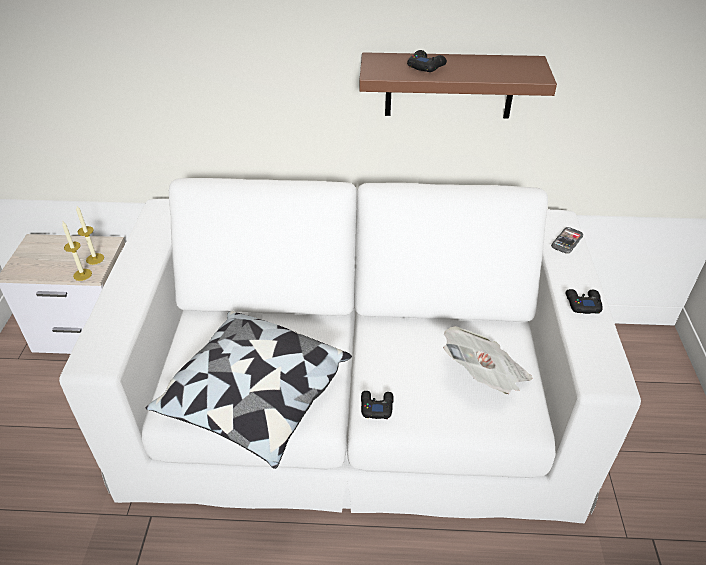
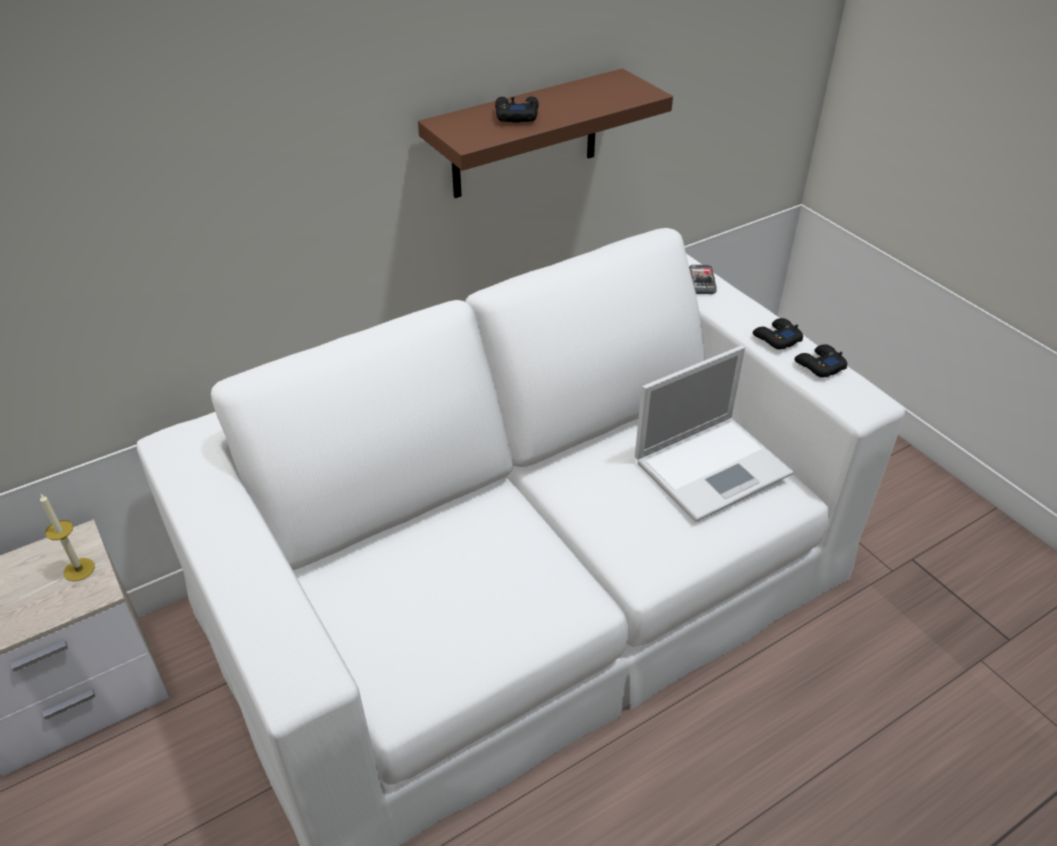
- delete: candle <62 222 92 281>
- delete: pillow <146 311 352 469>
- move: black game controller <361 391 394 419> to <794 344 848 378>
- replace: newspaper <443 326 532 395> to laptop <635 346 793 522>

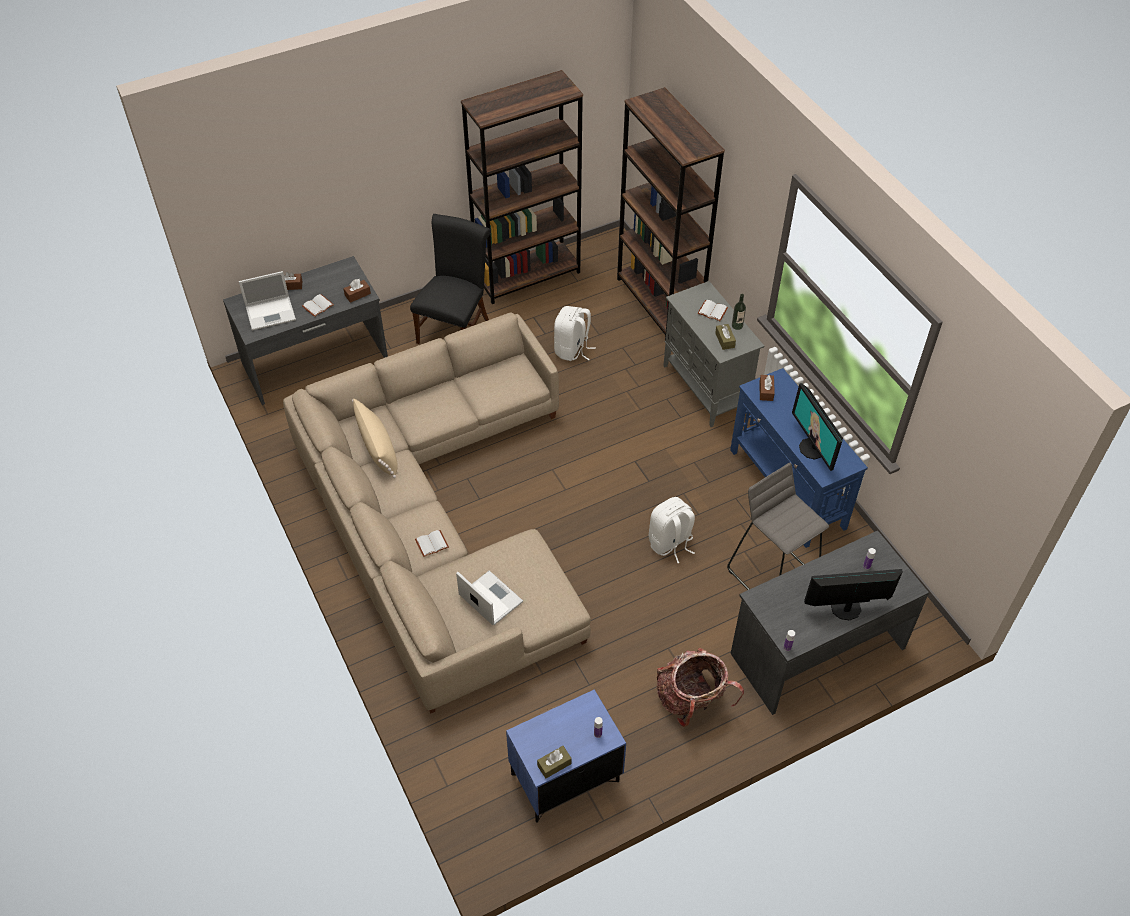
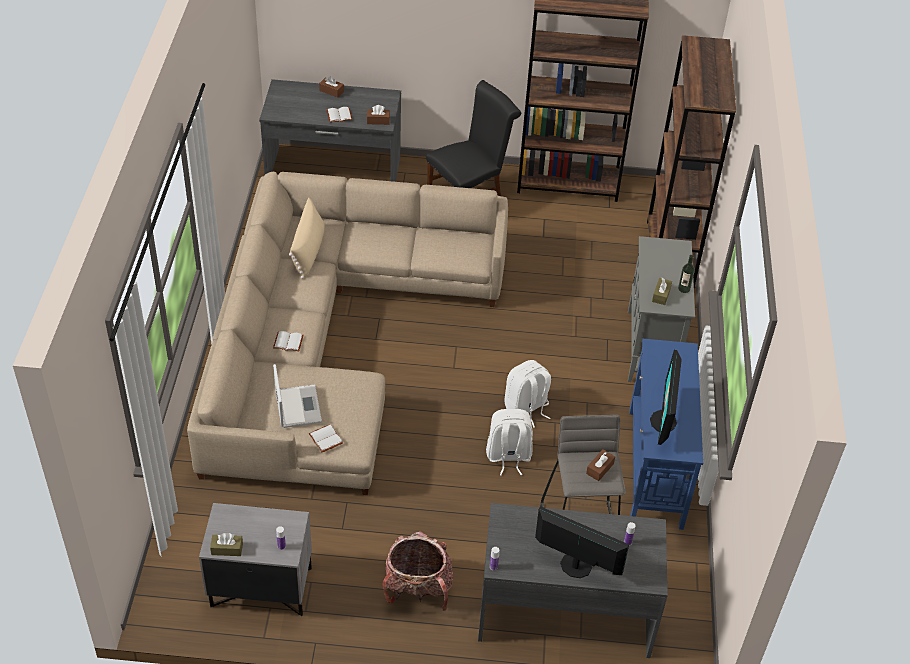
- delete: laptop <239 271 296 330>
- recolor: blue nightstand <506 689 626 823> to grey nightstand <199 503 312 616>
- move: white backpack <554 306 596 361> to <504 360 551 428>
- move: white book <697 300 728 321> to <309 424 343 452>
- move: brown tissue box <759 375 775 401> to <586 449 615 481>

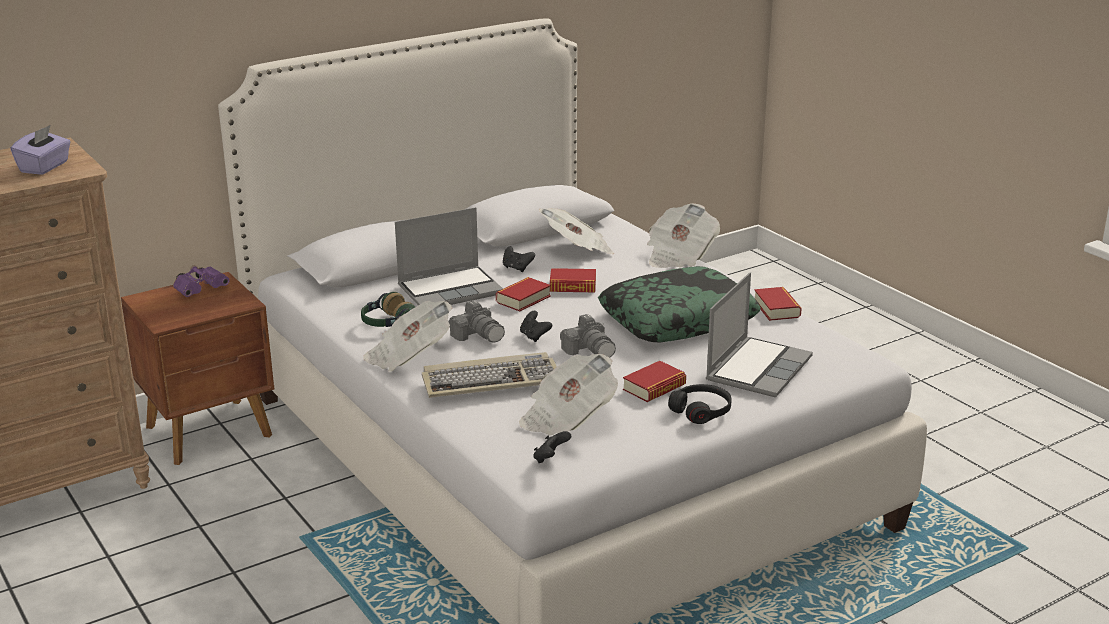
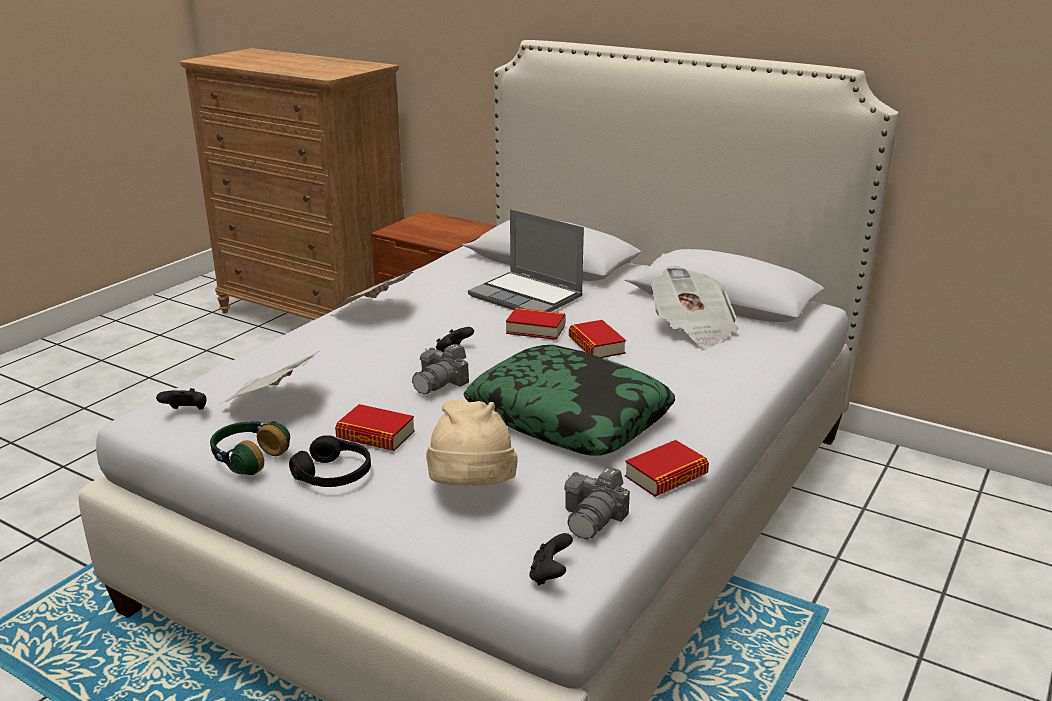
- delete: purple tissue box <10 125 71 175>
- delete: purple binoculars <173 265 230 297>
- move: headphones <361 292 415 327> to <210 421 290 475>
- delete: keyboard <422 352 557 398>
- move: photo camera <448 300 505 343> to <564 467 630 539>
- move: black game controller <503 246 535 272> to <529 533 573 585>
- delete: newspaper <647 203 720 268>
- replace: laptop <706 272 813 397> to beige hat <426 400 518 486>

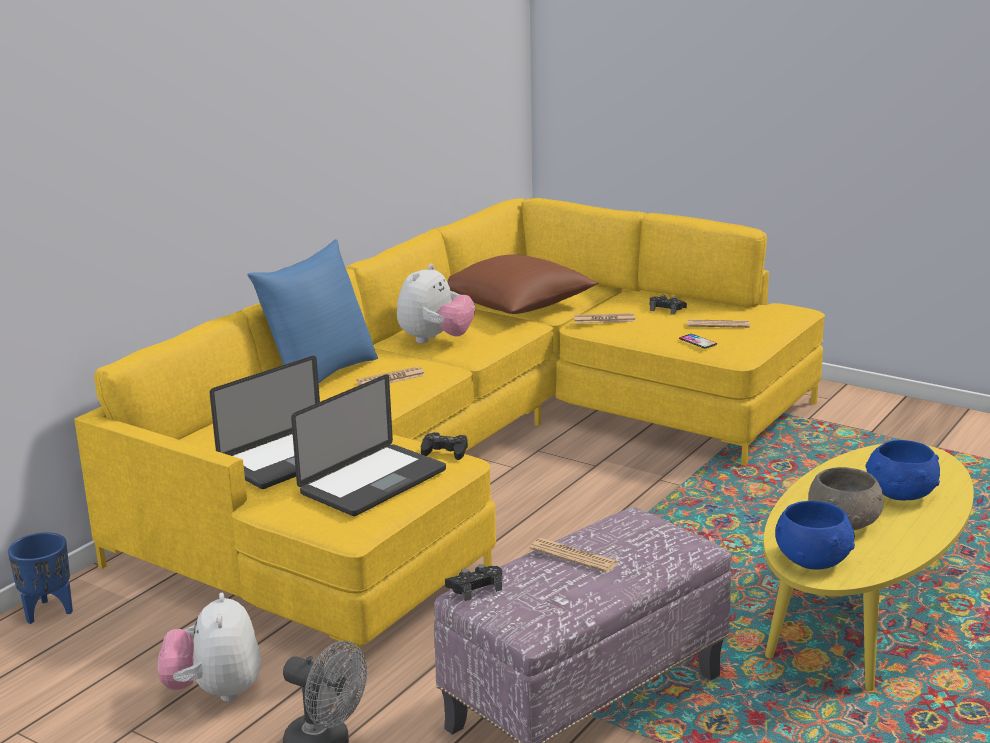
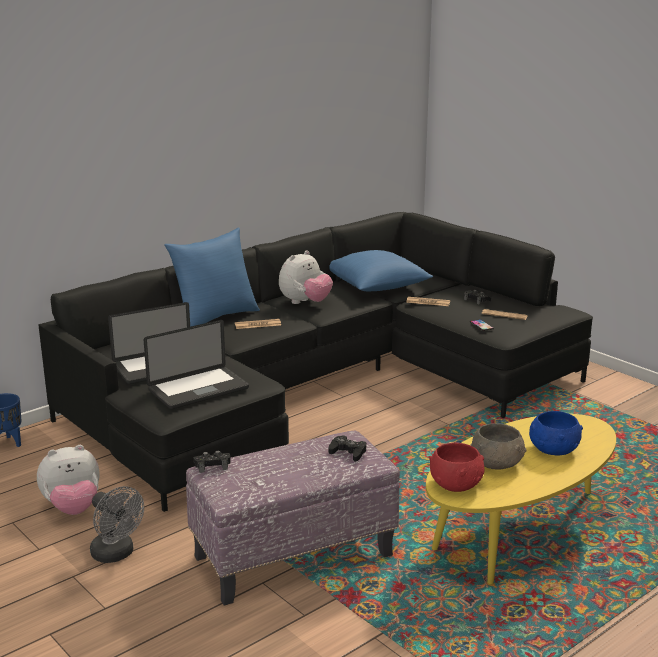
- recolor: yellow sofa <74 198 825 666> to black sofa <38 212 593 512>
- rotate: plush toy <158 593 261 702> = <37 445 99 515> 120 degrees counterclockwise
- move: black game controller <421 432 468 460> to <329 435 366 462>
- recolor: brown pillow <448 255 599 314> to blue pillow <329 250 433 291>
- delete: newspaper <530 538 619 573>
- recolor: blue bowl <775 501 855 570> to red bowl <429 443 485 492>

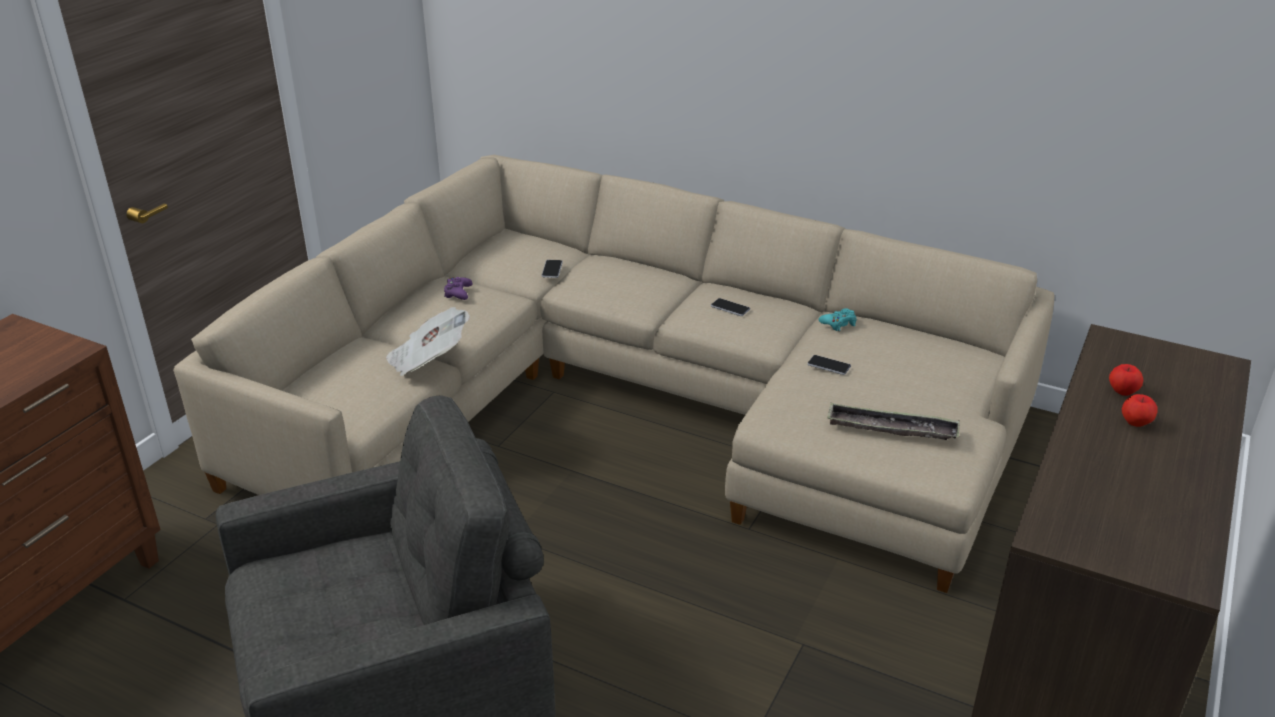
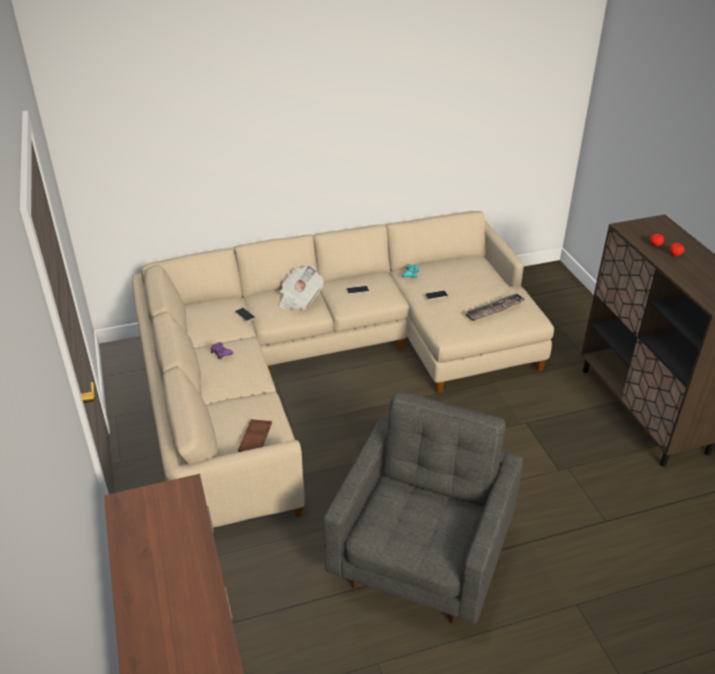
- move: newspaper <386 307 470 376> to <279 266 324 310>
- insert: brown tray <238 419 272 452>

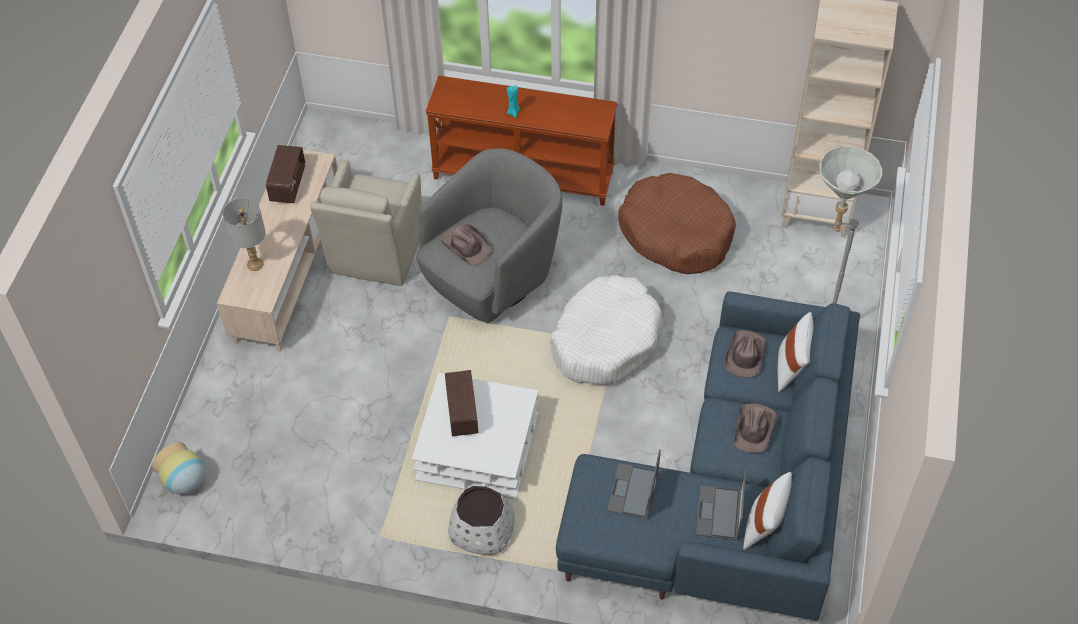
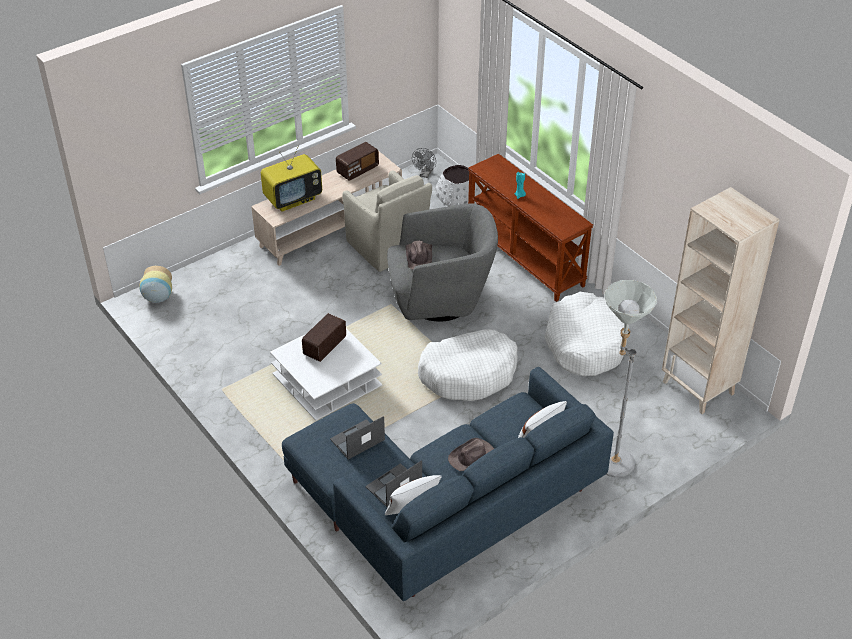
- replace: grey table lamp <223 198 266 271> to television <261 145 322 212>
- rotate: beige armchair <310 160 422 286> = <342 171 432 272> 90 degrees counterclockwise
- move: white planter <448 486 515 555> to <436 165 480 206>
- recolor: brown dog bed <618 173 736 274> to white dog bed <544 292 629 377>
- delete: brown hat <724 330 766 378>
- insert: grey fan <412 148 436 178>

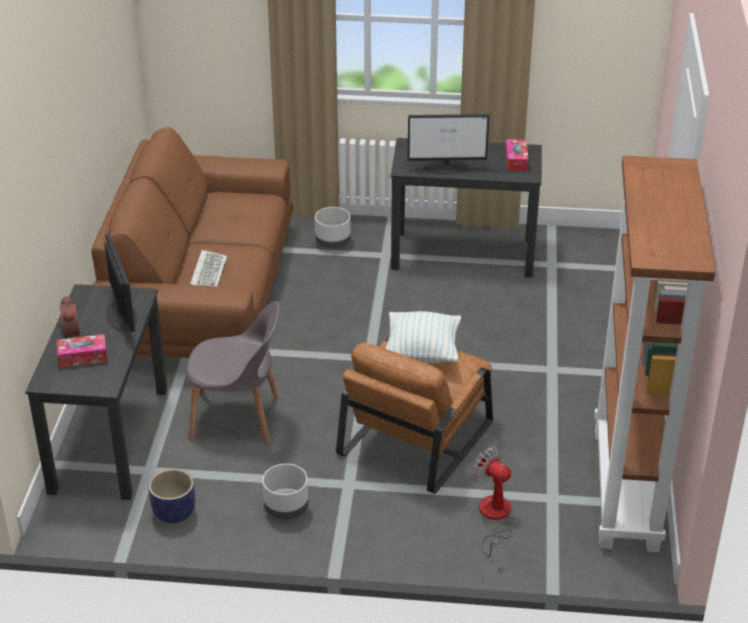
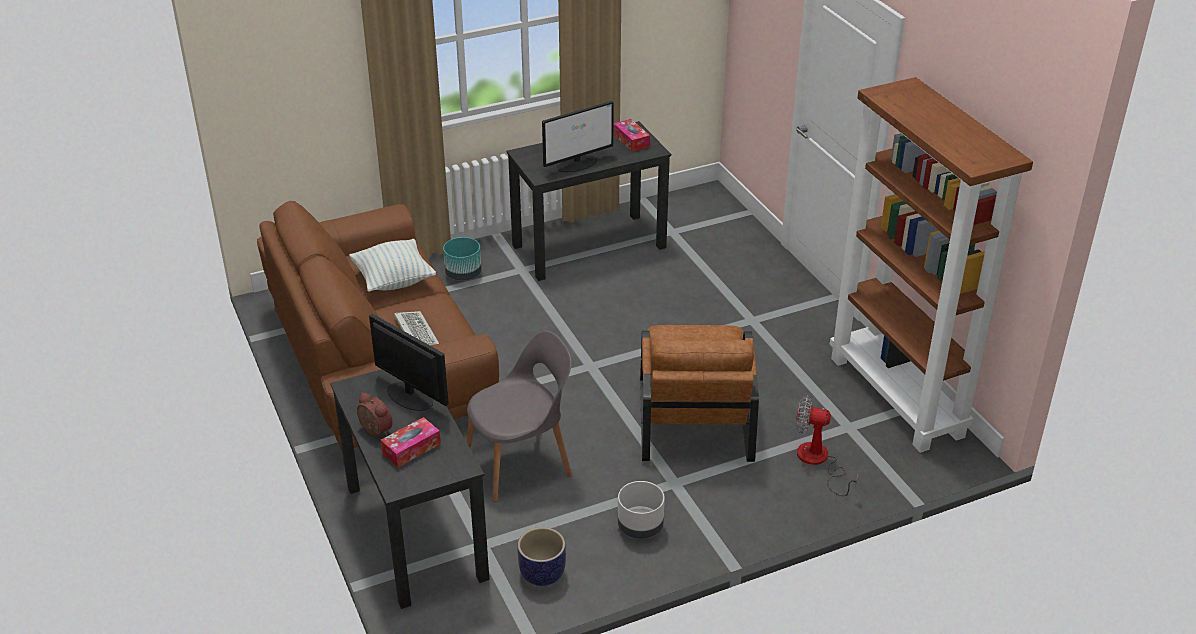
- recolor: grey planter <315 207 351 249> to turquoise planter <443 237 482 281>
- move: pillow <385 311 461 364> to <349 239 436 292>

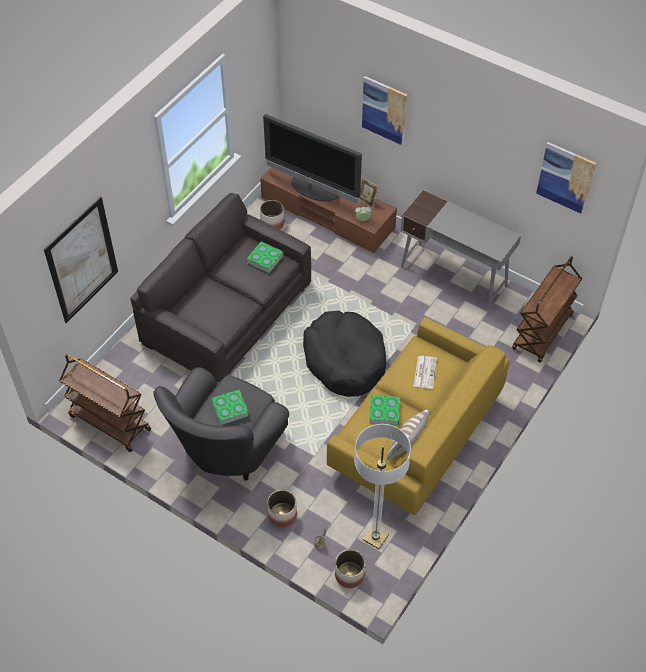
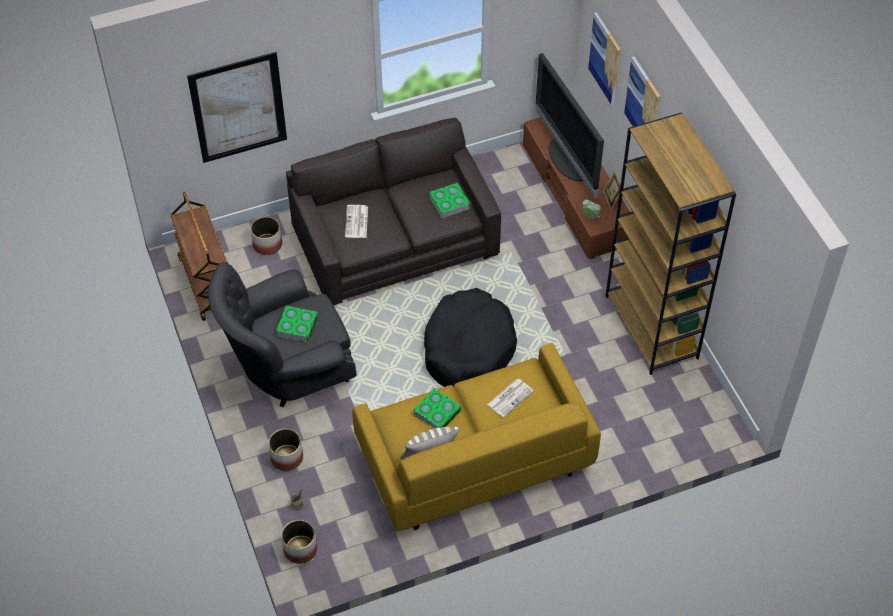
- move: planter <260 200 284 230> to <251 217 282 255>
- delete: floor lamp <354 424 411 549>
- replace: grey desk <401 190 521 311> to brown bookcase <606 112 736 375>
- delete: brown cart <512 256 582 362>
- move: picture <536 142 596 214> to <588 12 621 105>
- insert: newspaper <345 205 368 238>

